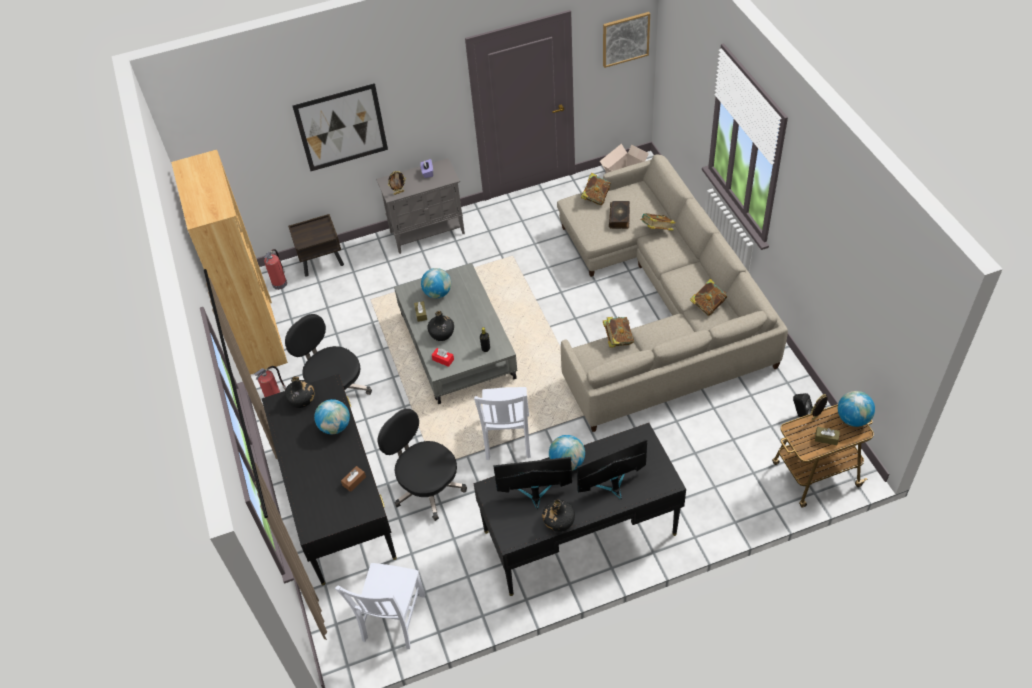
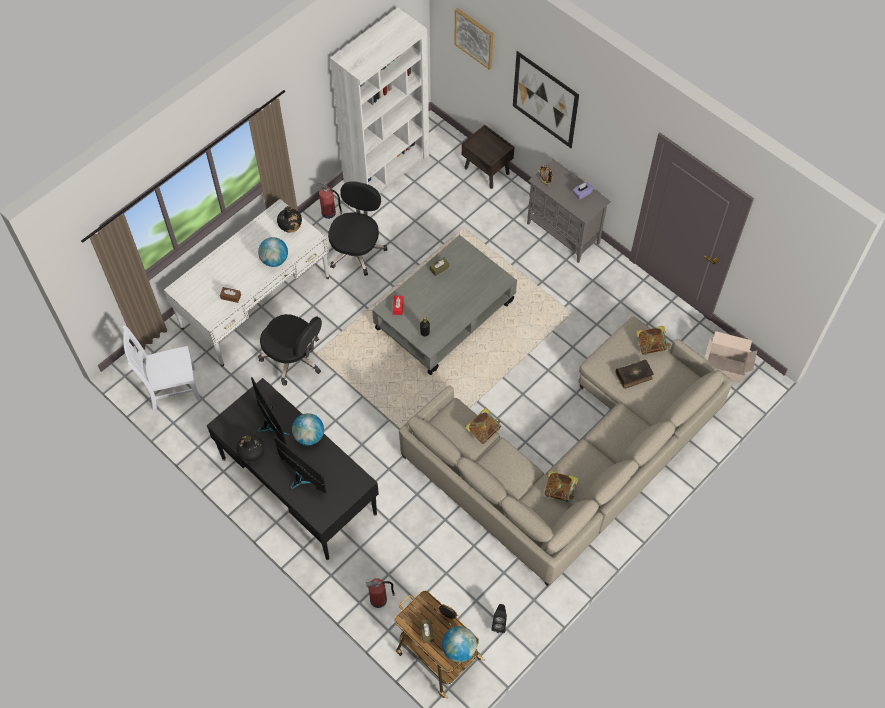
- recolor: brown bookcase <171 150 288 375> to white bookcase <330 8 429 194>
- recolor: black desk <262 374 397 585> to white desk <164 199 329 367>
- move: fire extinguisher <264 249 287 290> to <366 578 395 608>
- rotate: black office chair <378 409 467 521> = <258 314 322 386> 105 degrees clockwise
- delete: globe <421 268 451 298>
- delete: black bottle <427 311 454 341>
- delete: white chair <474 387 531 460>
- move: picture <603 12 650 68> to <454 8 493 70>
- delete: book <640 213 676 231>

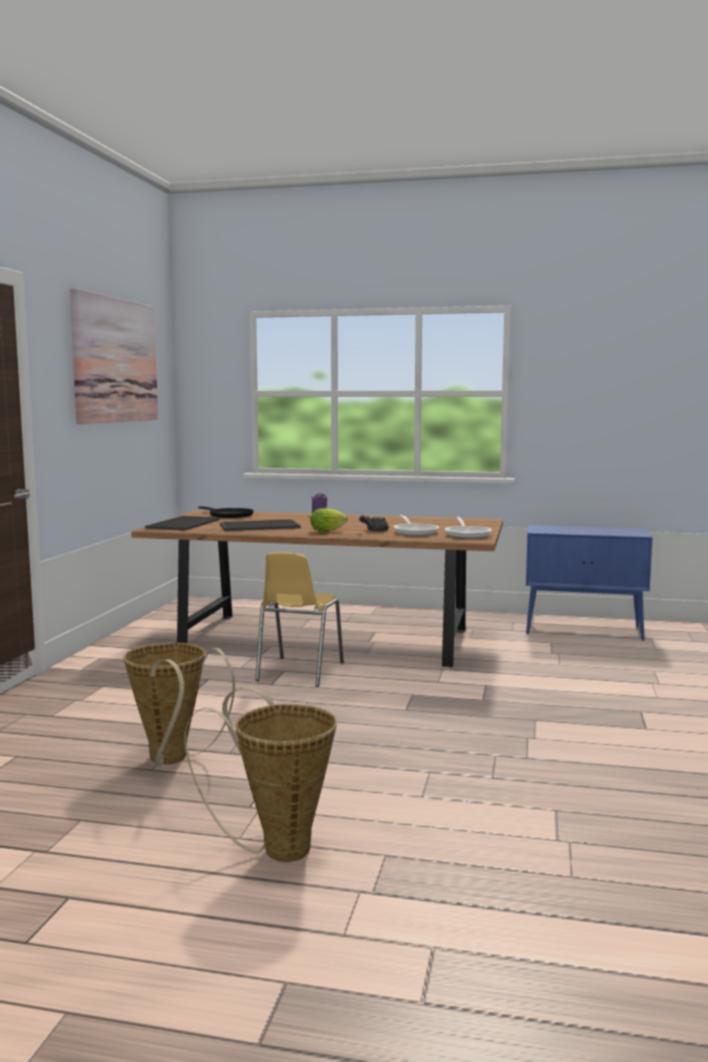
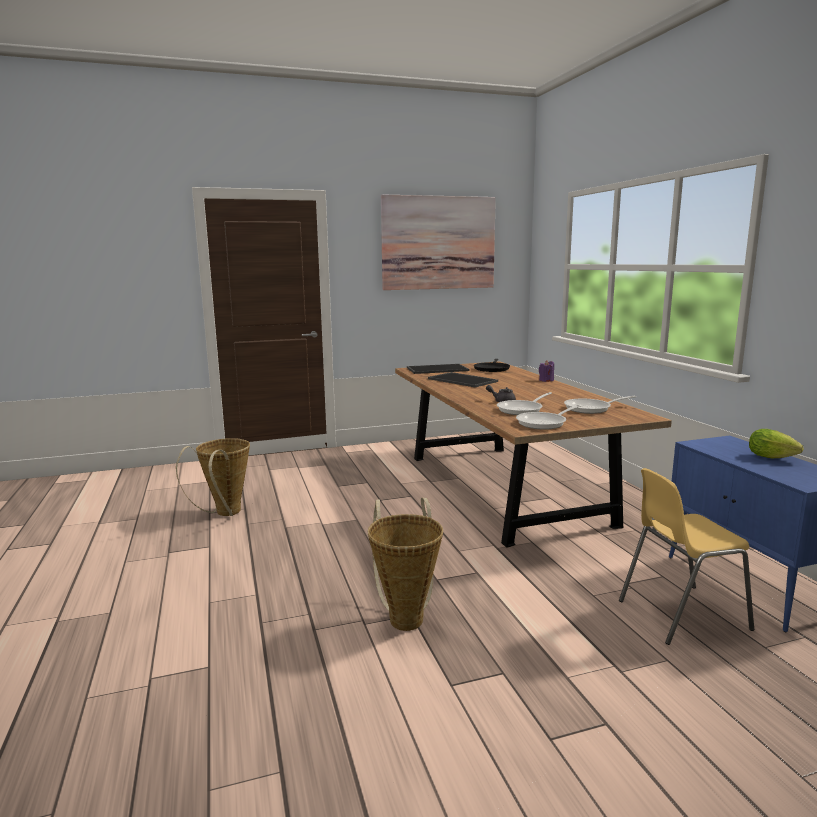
- move: basket <184 687 337 862> to <367 498 443 631>
- move: yellow chair <255 552 344 687> to <619 468 754 645>
- move: lettuce <311 508 348 532> to <749 429 803 458>
- insert: frying pan <564 396 636 414>

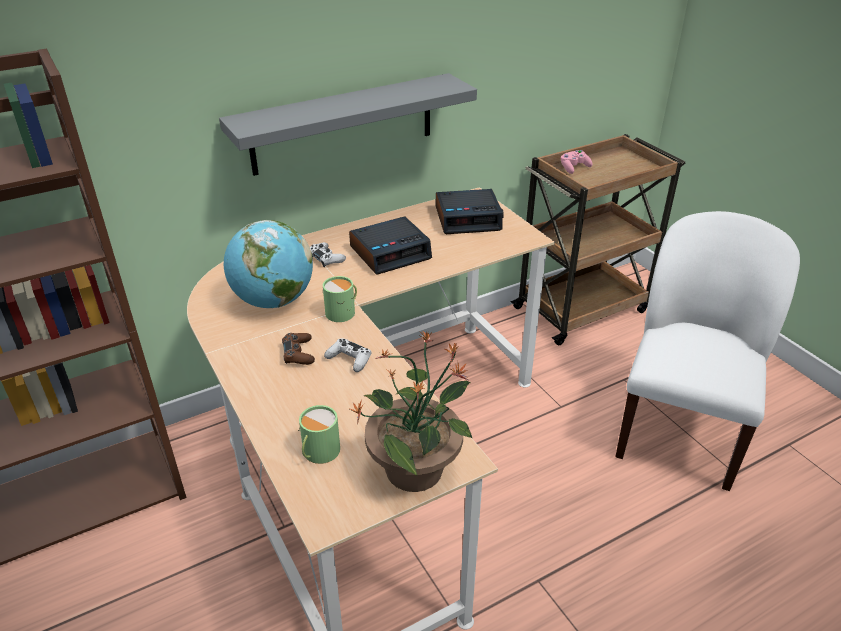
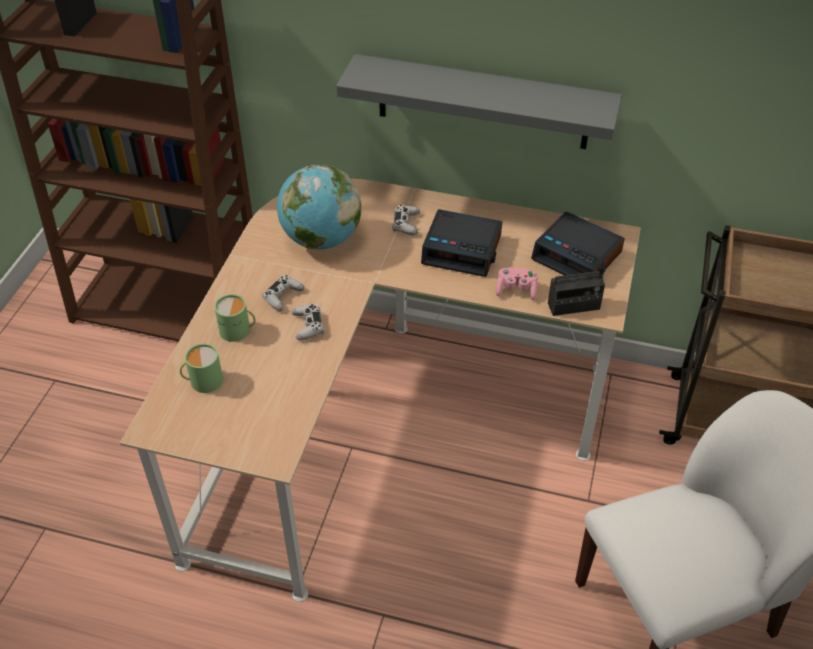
- recolor: brown game controller <282 333 315 365> to white game controller <262 275 304 311>
- move: green mug <323 276 357 322> to <214 294 255 342>
- delete: potted plant <348 331 473 492>
- move: pink game controller <561 150 593 174> to <496 267 538 300>
- insert: radio <548 253 608 316>

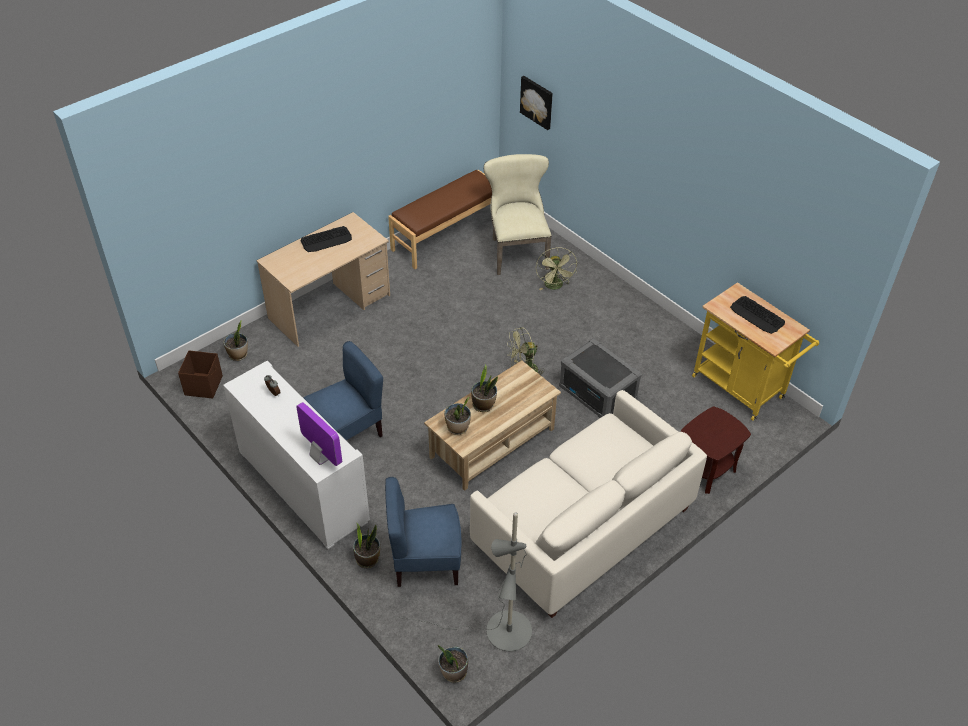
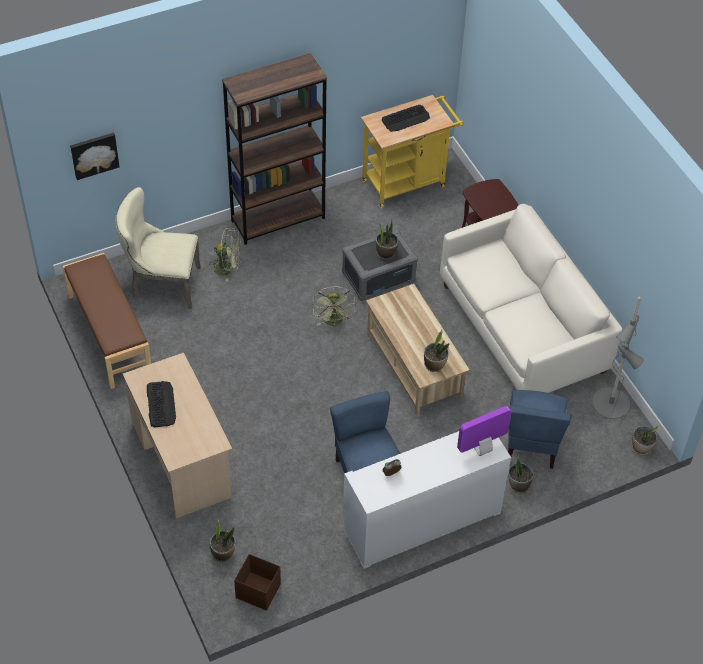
- move: potted plant <471 364 498 412> to <376 220 398 260>
- insert: brown bookcase <222 53 327 245>

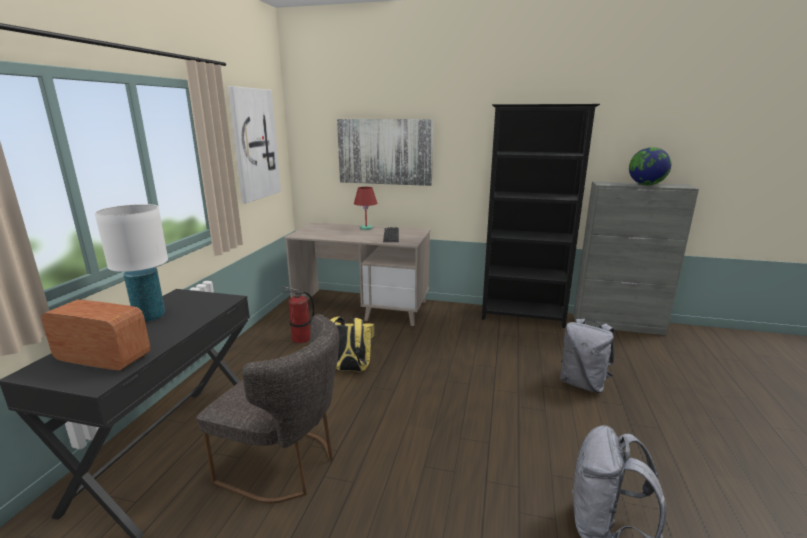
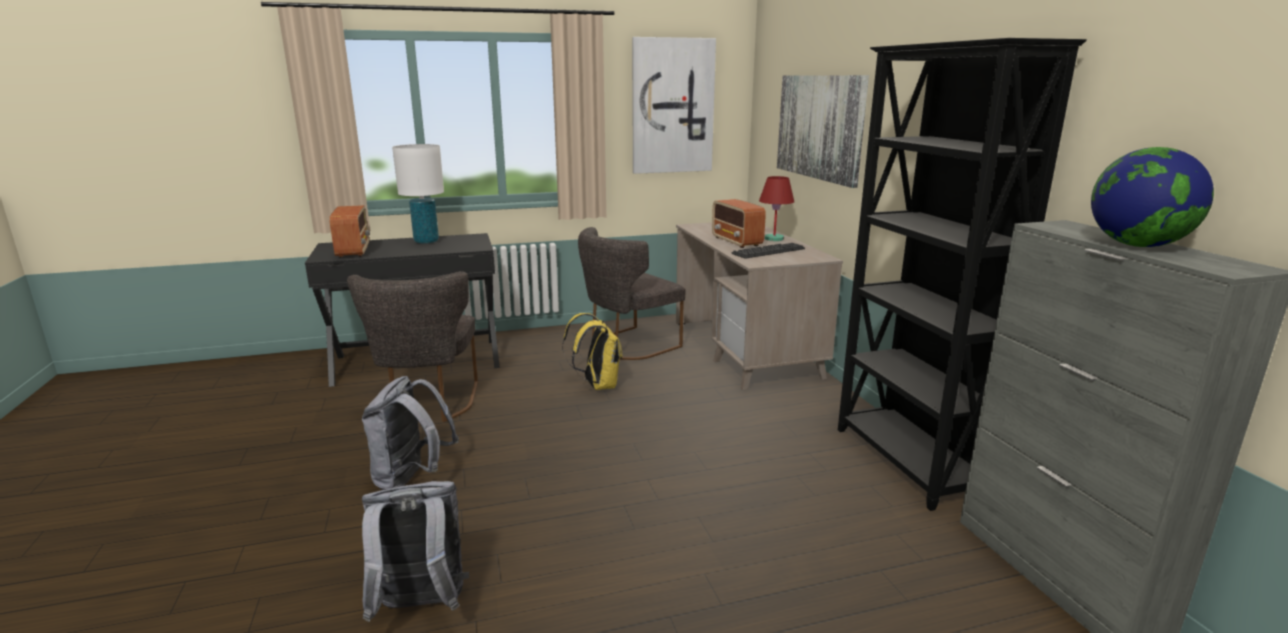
- replace: fire extinguisher <283 286 314 344> to grey chair <578 227 686 360>
- move: grey backpack <560 319 615 393> to <362 376 459 490>
- insert: radio <712 199 766 248>

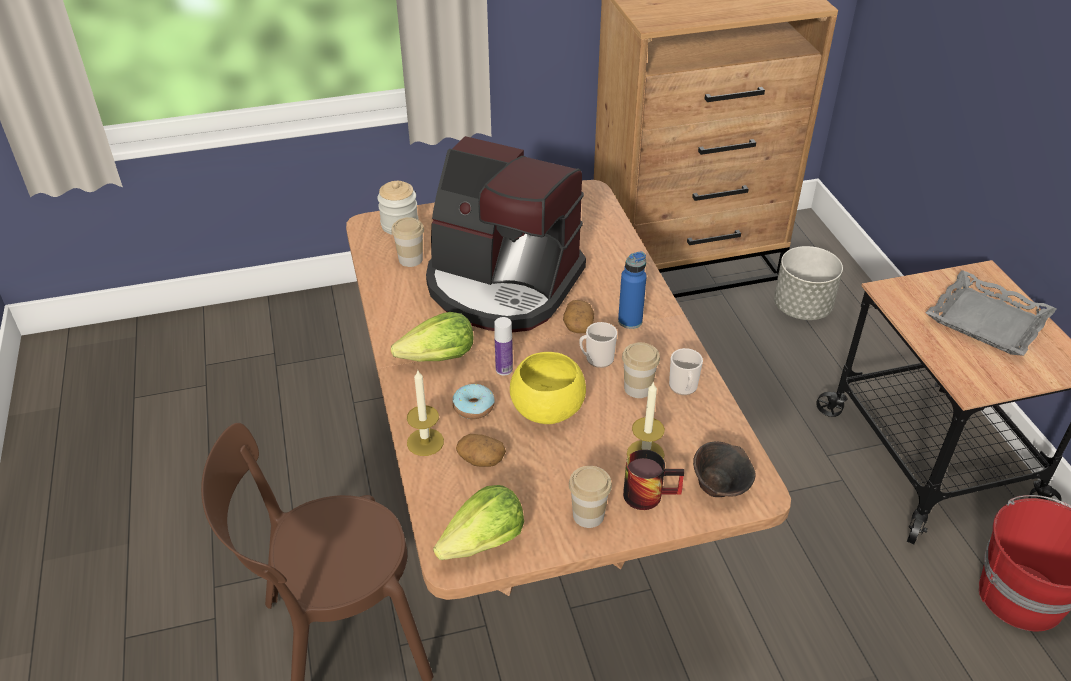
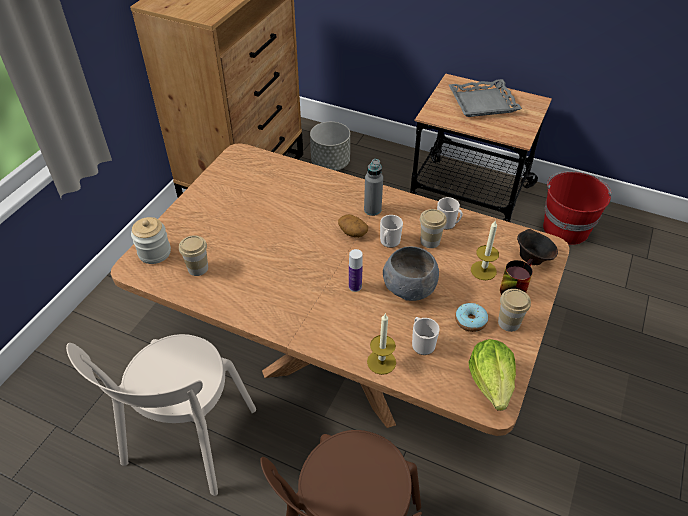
- delete: lettuce <391 312 474 362>
- delete: coffee machine <426 136 586 332>
- move: donut <452 384 495 419> to <455 303 488 332>
- replace: potato <456 434 506 467> to mug <412 317 440 355>
- recolor: yellow bowl <510 352 586 424> to grey bowl <383 246 439 301>
- recolor: blue bottle <618 252 647 329> to grey bottle <364 159 383 216>
- insert: beige chair <66 334 256 496>

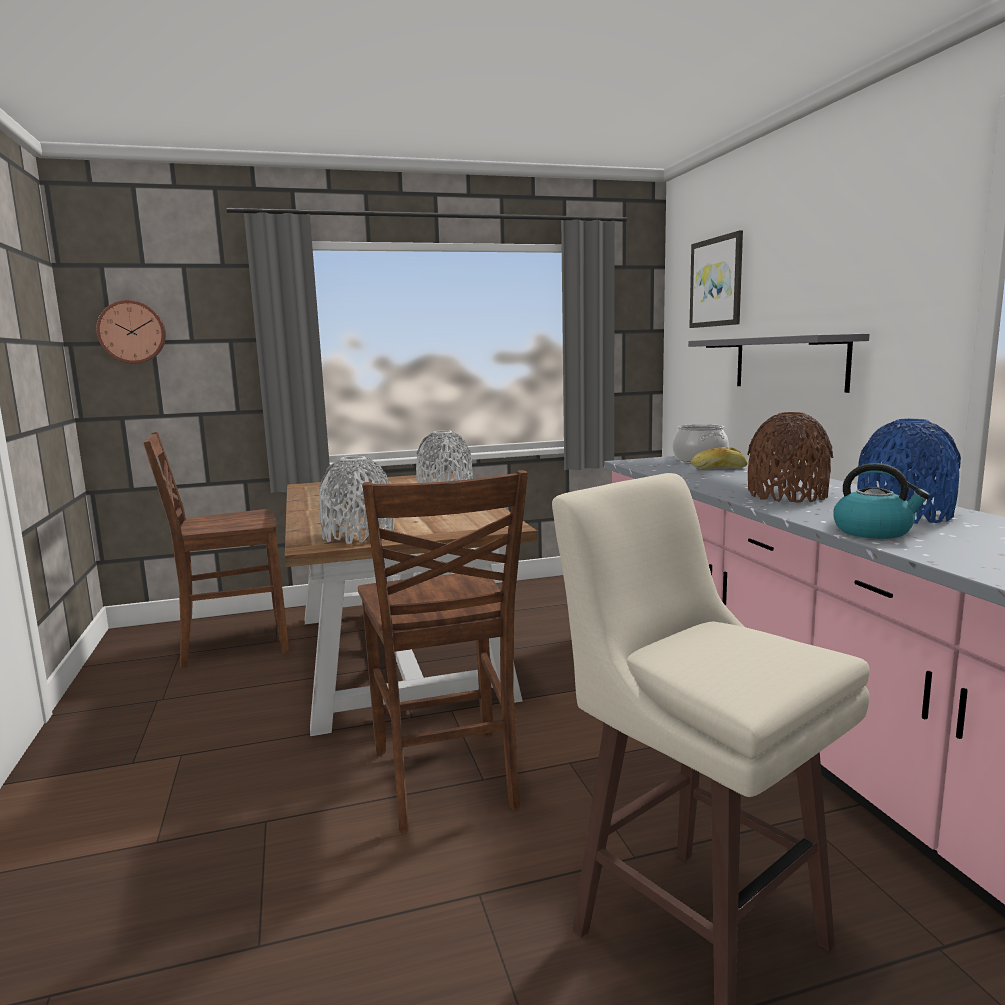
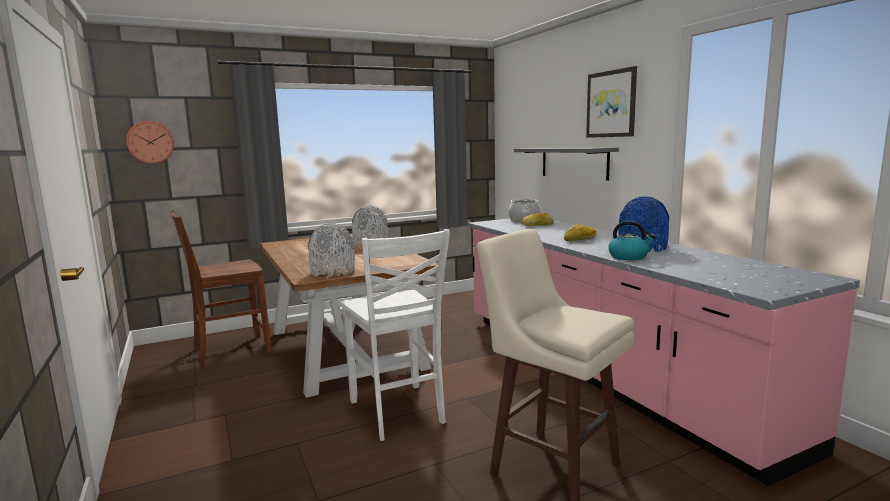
- recolor: brown chair <358 470 528 833> to white chair <341 229 450 441>
- move: picture <689 230 743 328> to <586 66 637 138>
- replace: brown vase <747 412 833 503> to bread <564 224 597 242>

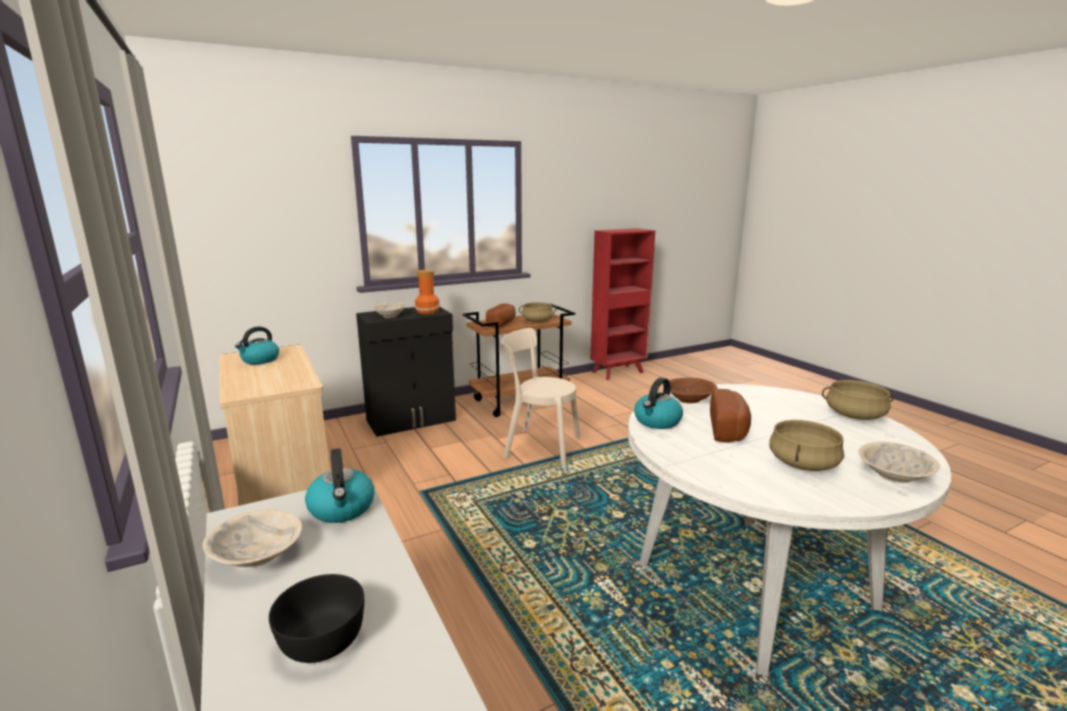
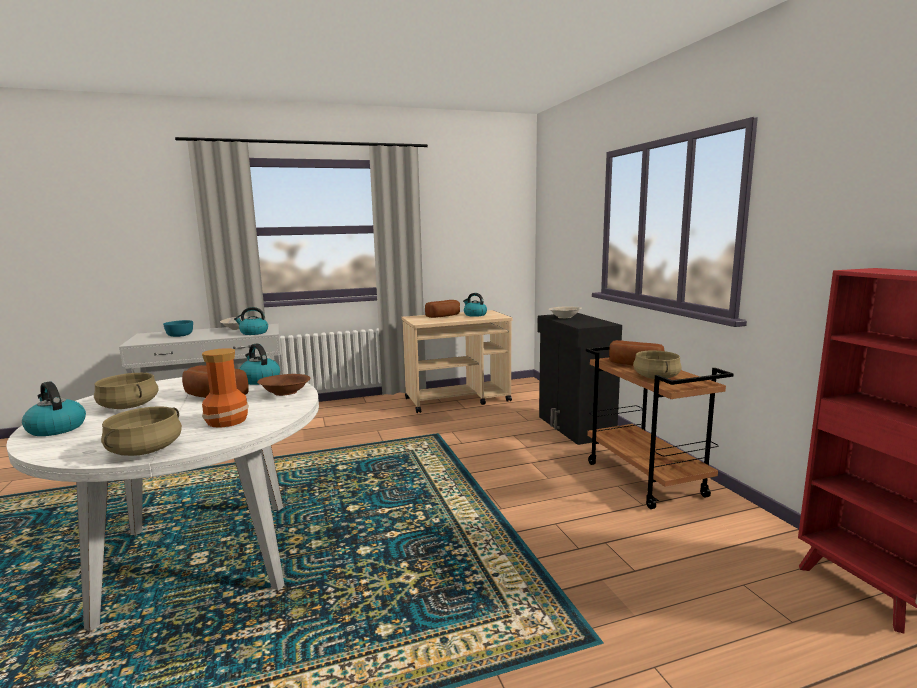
- recolor: black bowl <269 574 364 663> to turquoise bowl <163 320 193 337>
- move: vase <415 270 440 314> to <202 348 249 428>
- delete: beige chair <501 328 580 466>
- replace: beige bowl <859 442 940 483> to kettle <22 381 86 436>
- insert: bread <425 300 460 318>

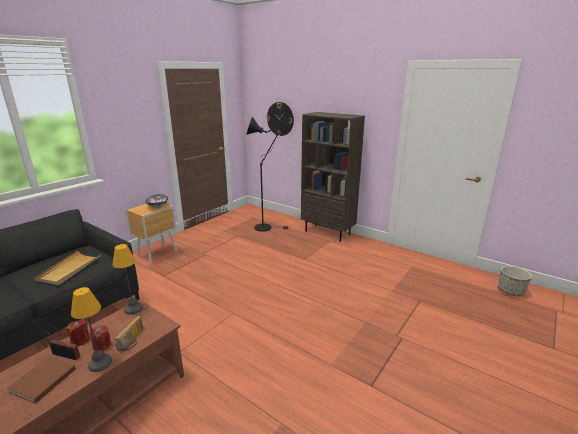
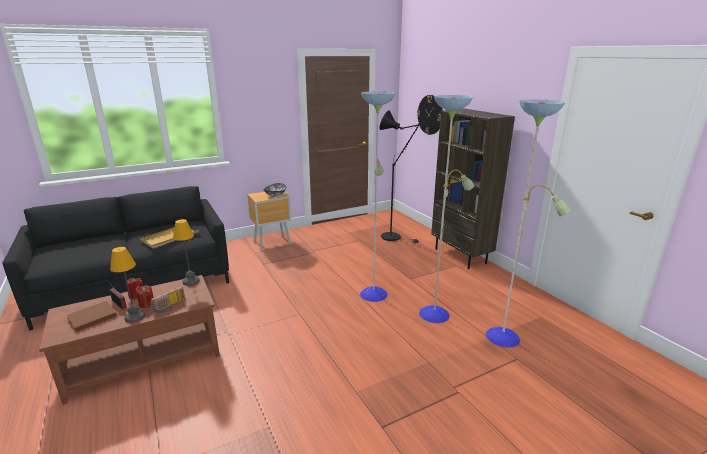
- delete: planter <498 266 532 296>
- insert: floor lamp <360 91 571 348>

